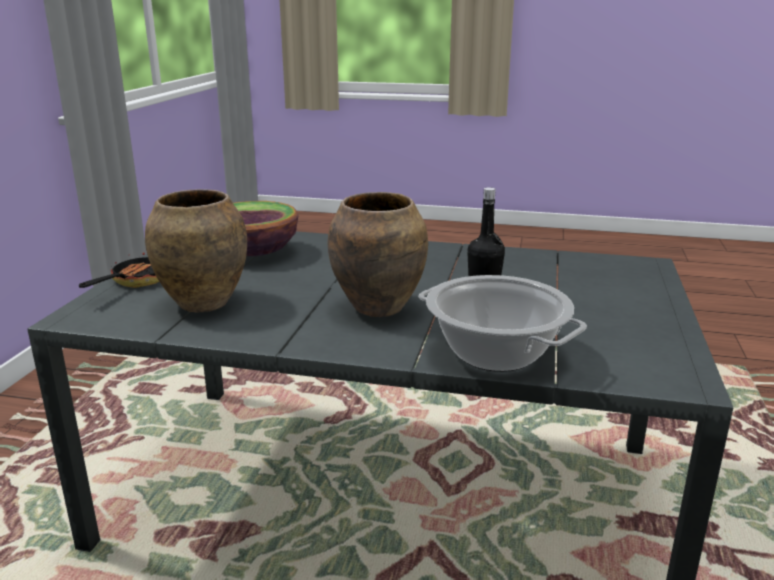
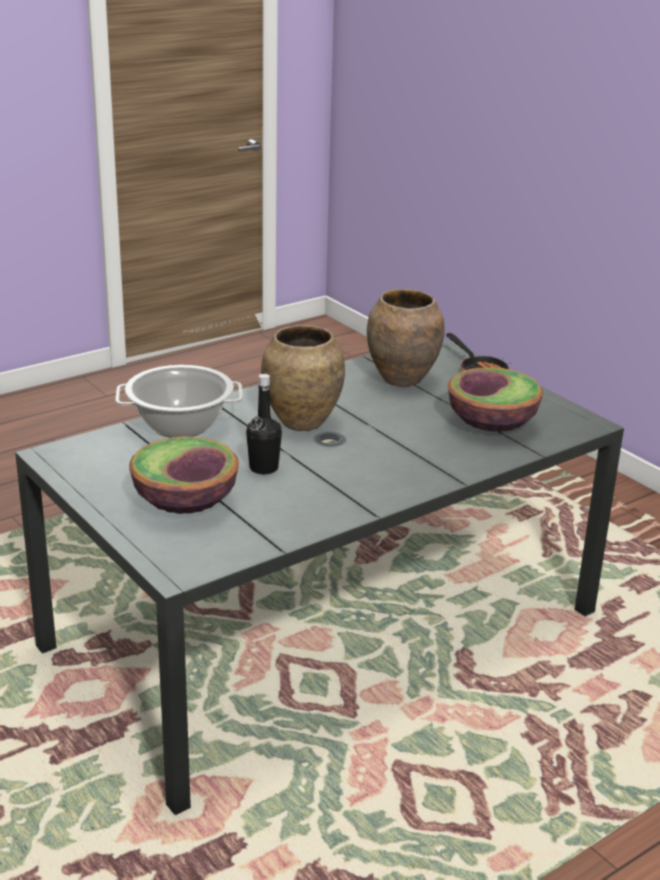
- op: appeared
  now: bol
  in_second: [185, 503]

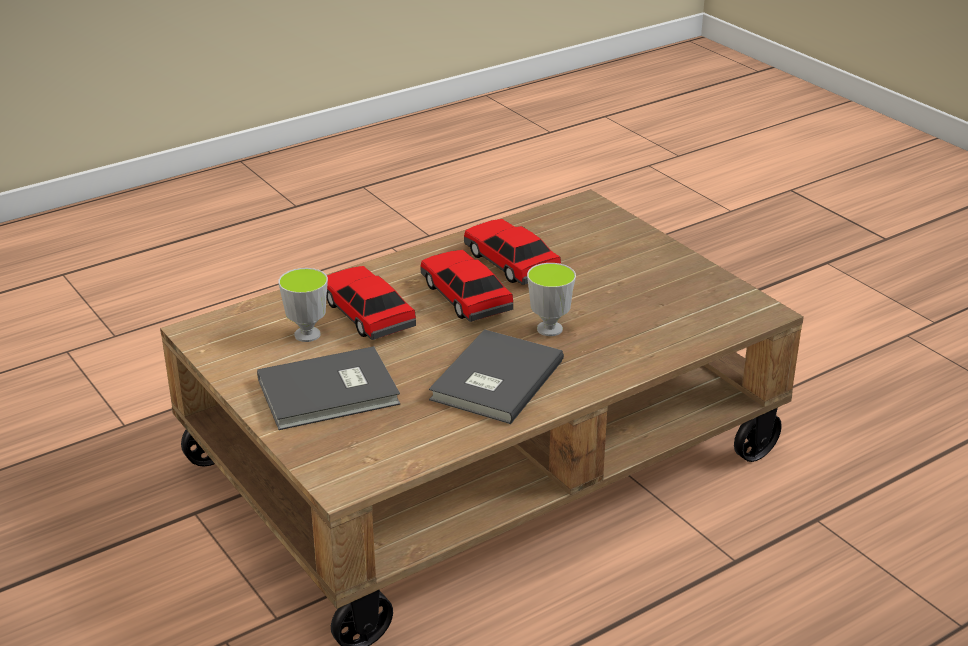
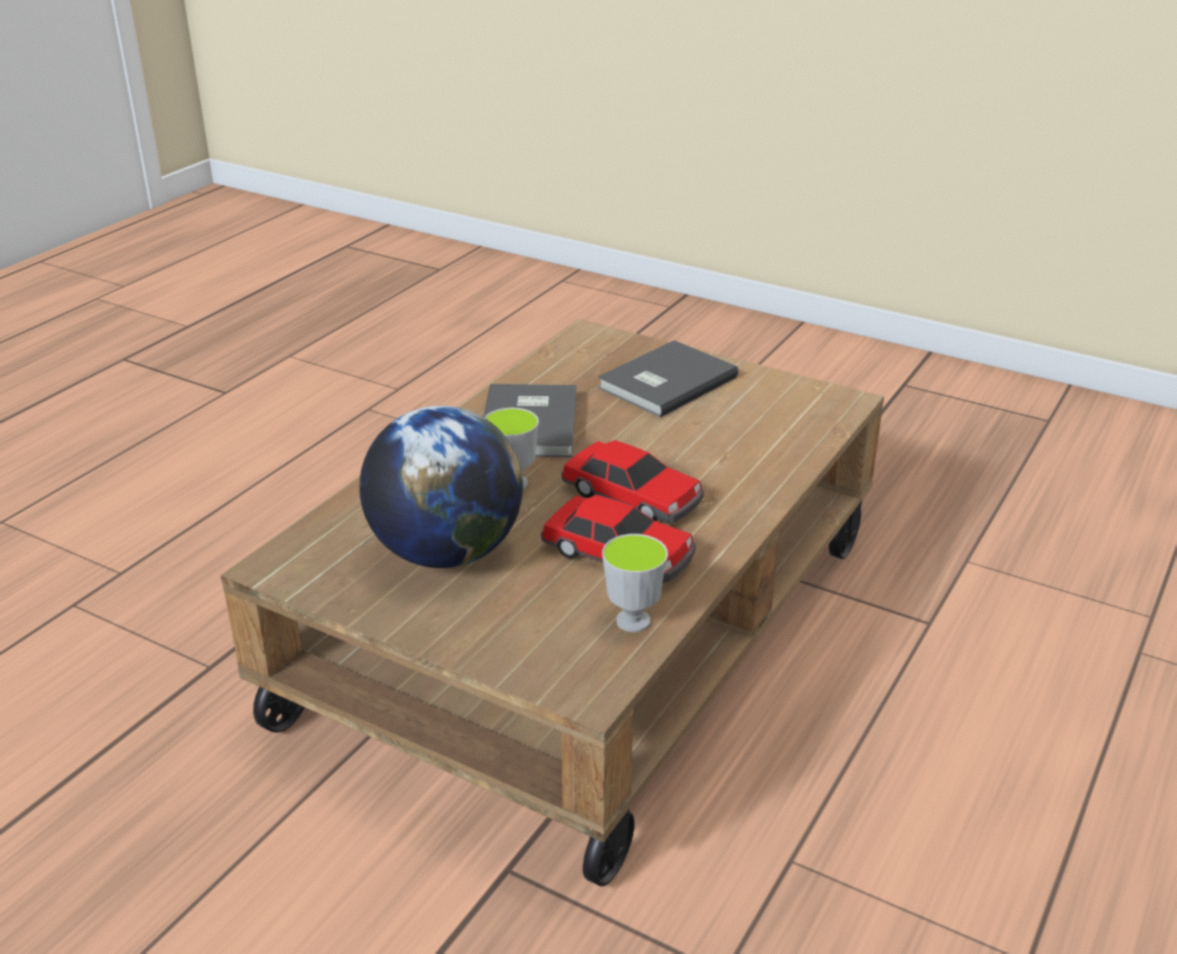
- op: missing
  was: petite voiture
  in_first: [366, 313]
- op: appeared
  now: globe
  in_second: [446, 553]
- op: relocated
  was: tasse
  in_first: [307, 335]
  in_second: [633, 621]

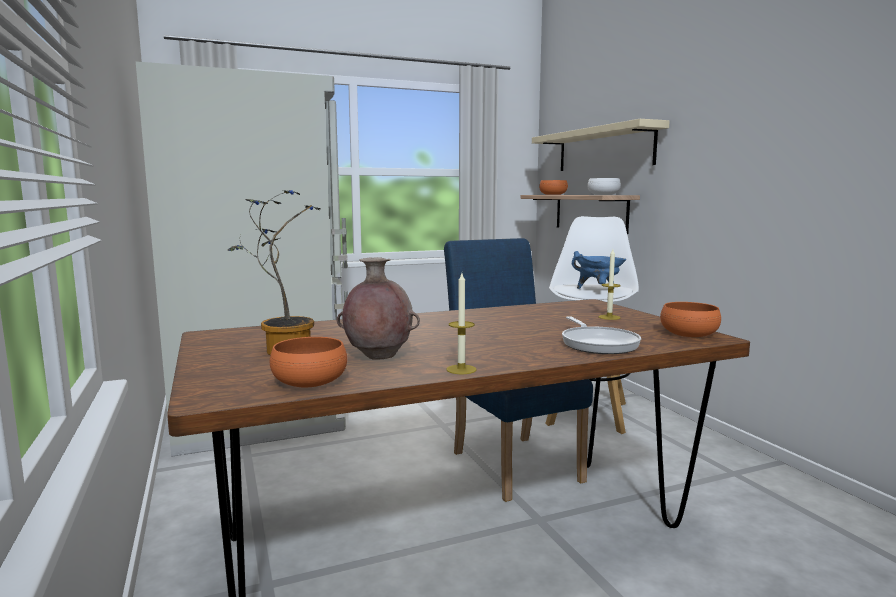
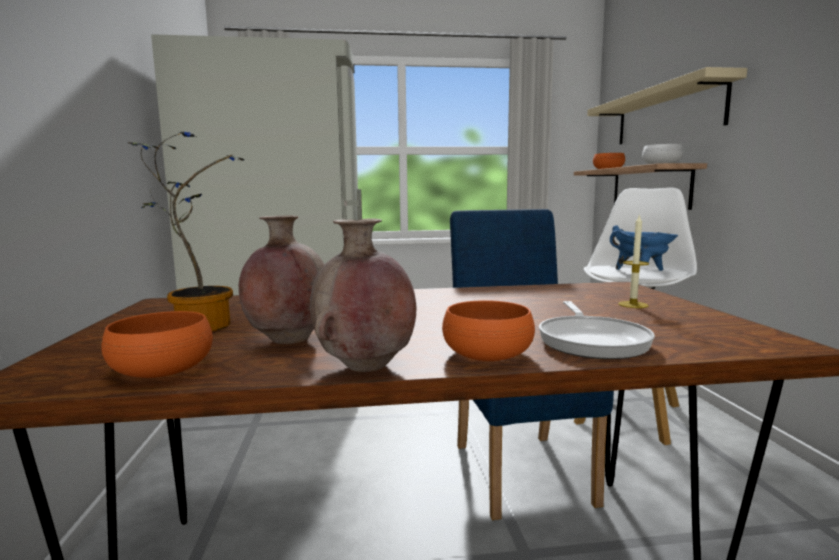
- op: relocated
  was: bol (orange)
  in_first: [689, 334]
  in_second: [487, 353]
- op: exchanged
  was: bougie
  now: vase (marron)
  in_first: [461, 369]
  in_second: [365, 367]

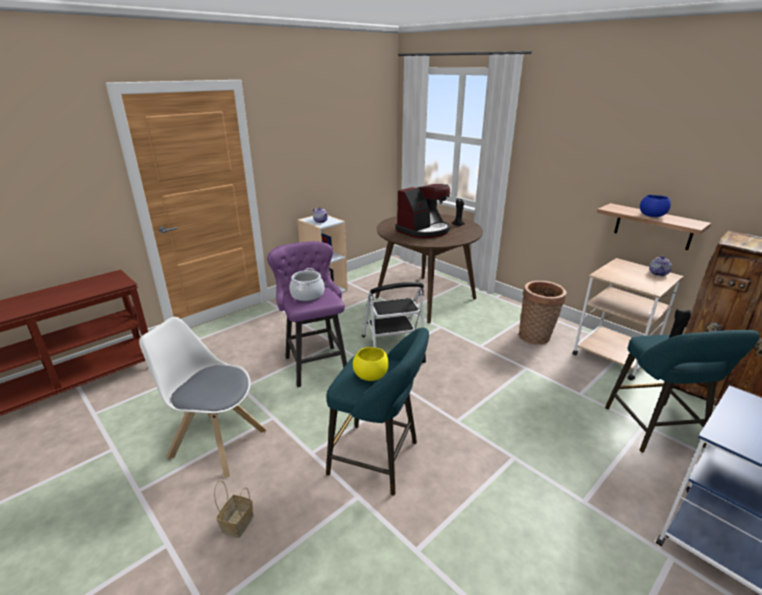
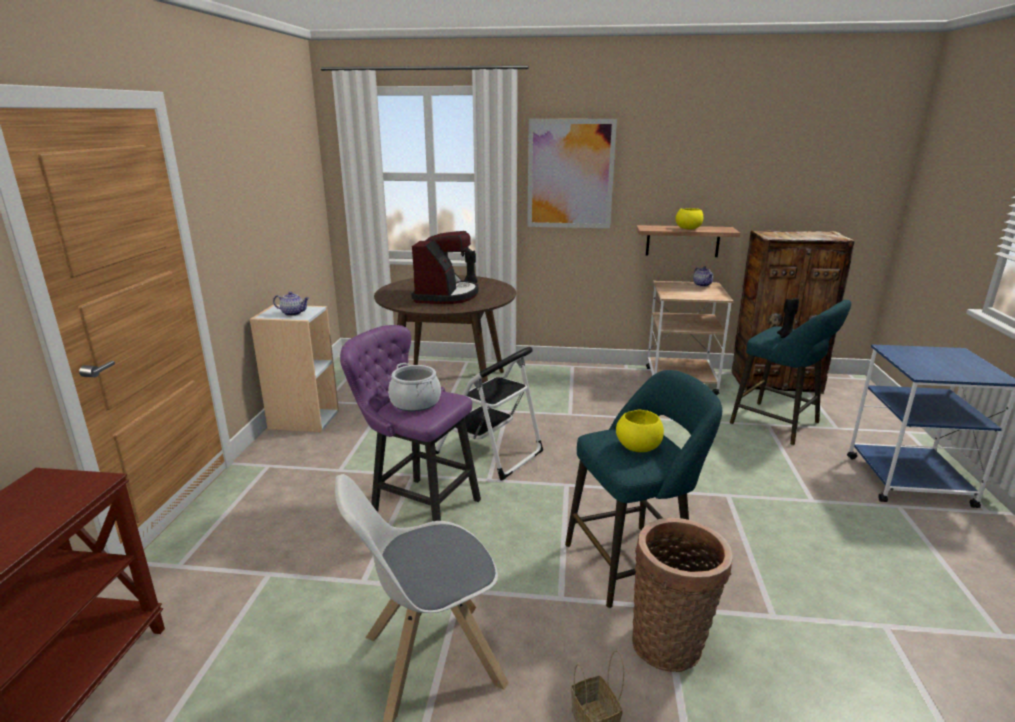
- op: appeared
  now: tableau
  in_second: [570, 174]
- op: relocated
  was: panier
  in_first: [536, 337]
  in_second: [671, 643]
- op: colour
  was: bol (bleu)
  now: bol (jaune)
  in_first: [652, 216]
  in_second: [688, 228]

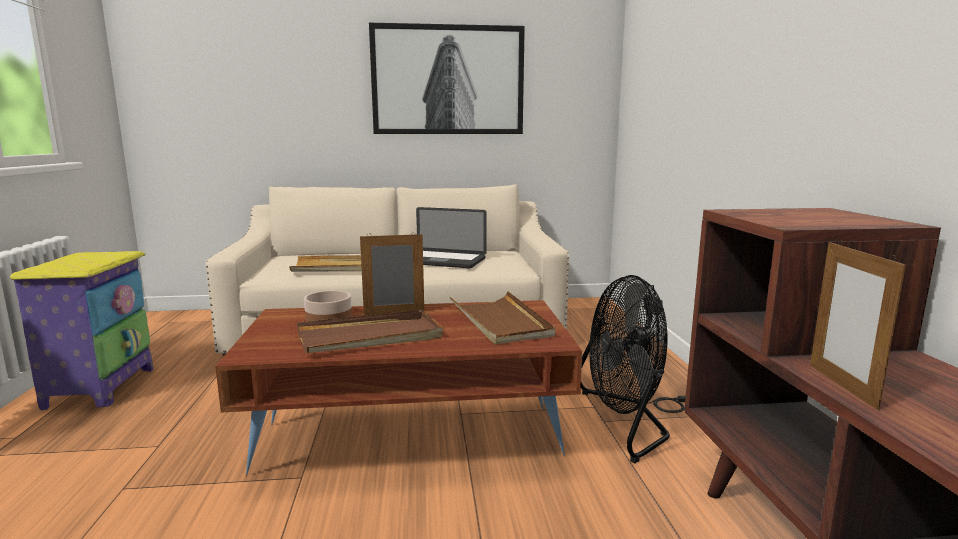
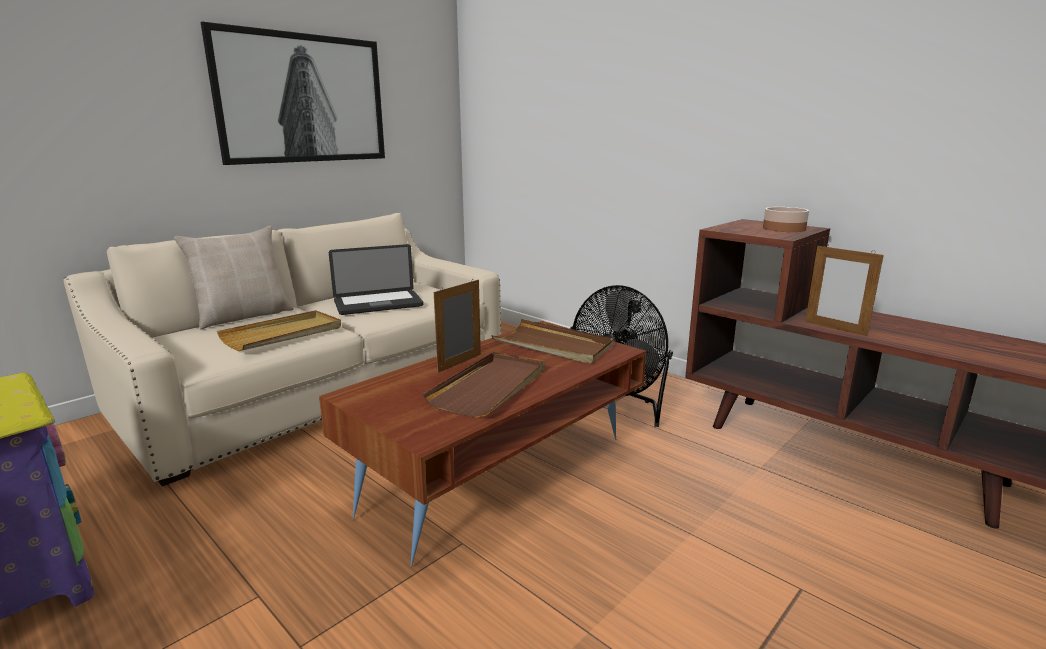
- op: appeared
  now: coussin (beige)
  in_second: [244, 316]
- op: relocated
  was: bol
  in_first: [329, 317]
  in_second: [784, 228]

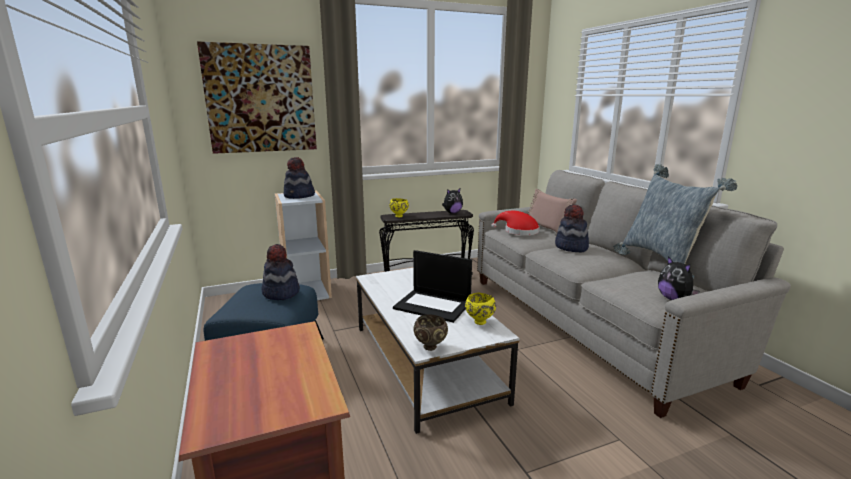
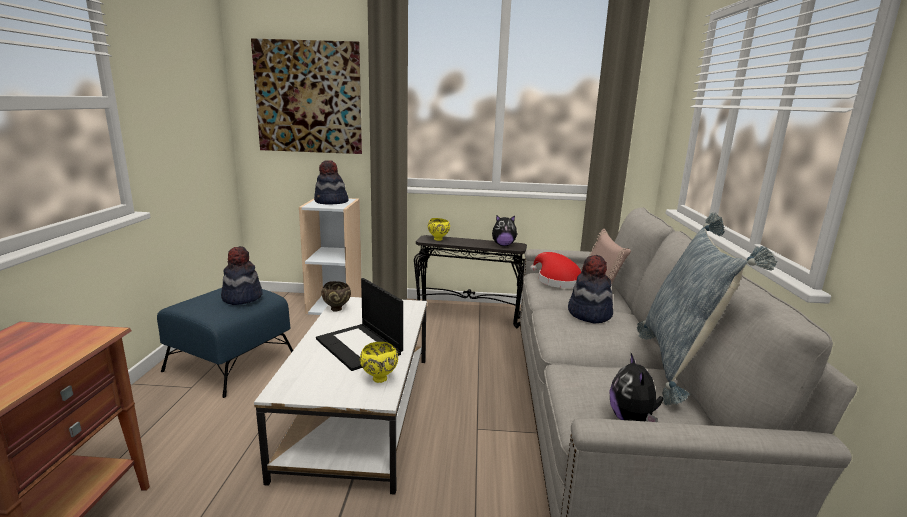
- op: relocated
  was: bol (marron)
  in_first: [431, 347]
  in_second: [337, 309]

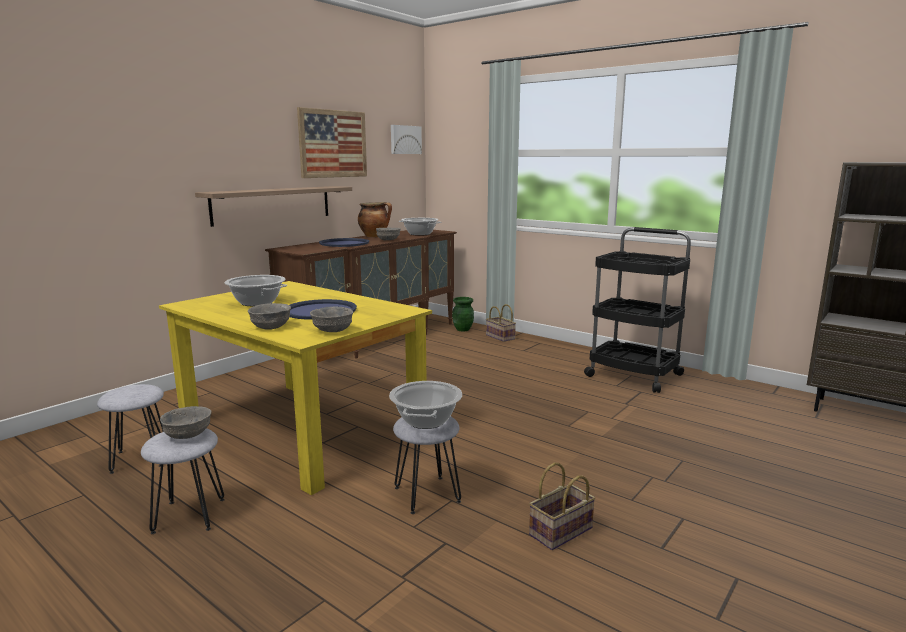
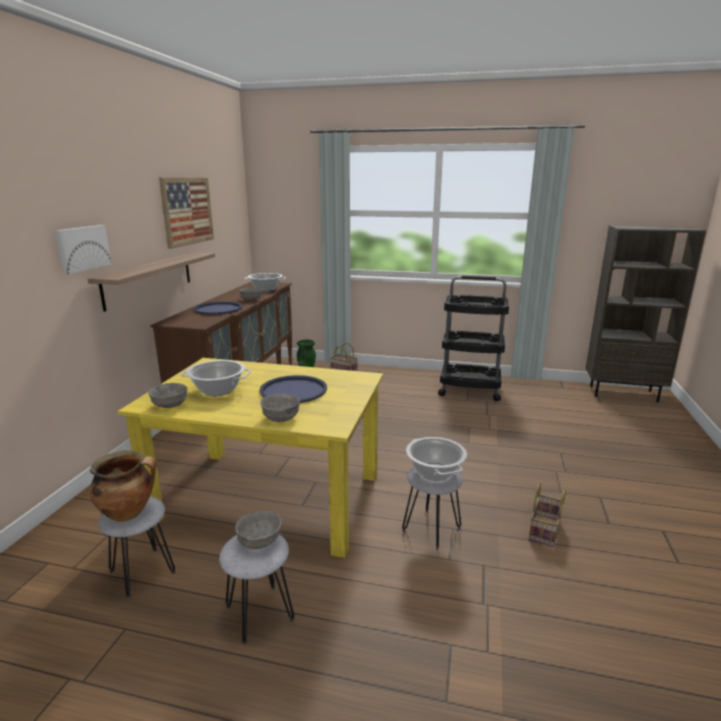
- op: relocated
  was: bol (gris)
  in_first: [332, 331]
  in_second: [169, 405]
- op: relocated
  was: marmite
  in_first: [375, 236]
  in_second: [129, 513]
- op: relocated
  was: tableau
  in_first: [405, 139]
  in_second: [82, 248]

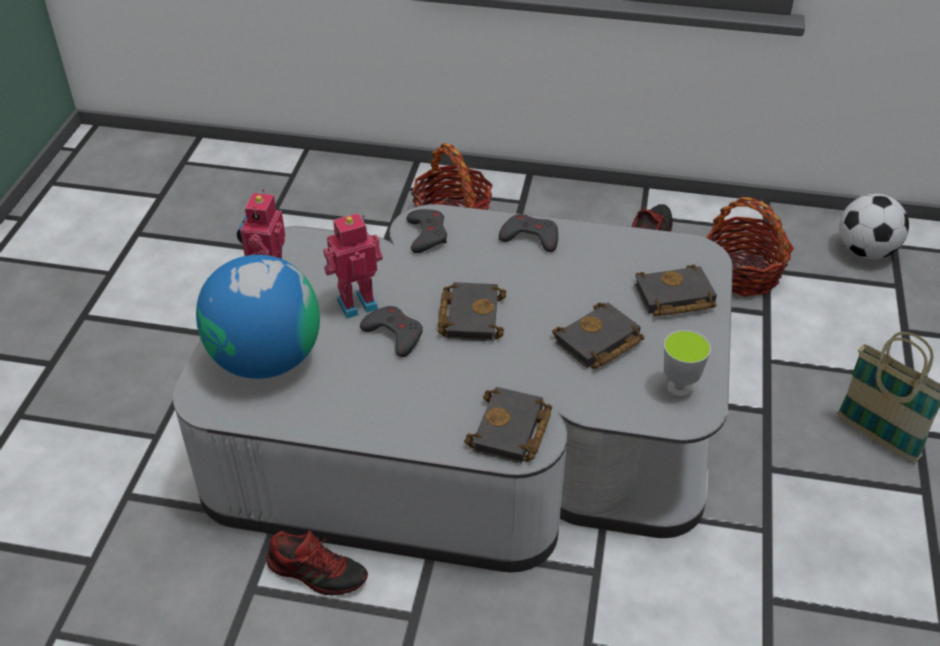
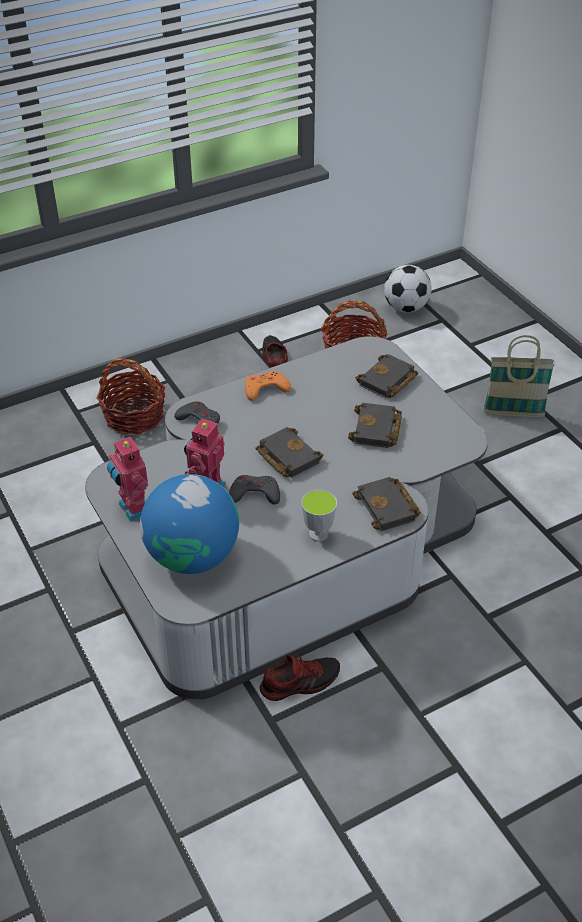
- op: relocated
  was: tasse
  in_first: [679, 388]
  in_second: [318, 534]
- op: colour
  was: manette (gris)
  now: manette (orange)
  in_first: [530, 237]
  in_second: [265, 389]

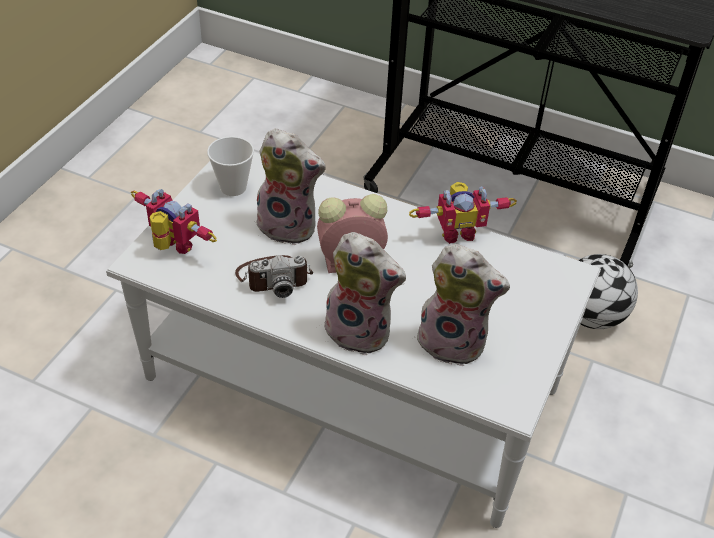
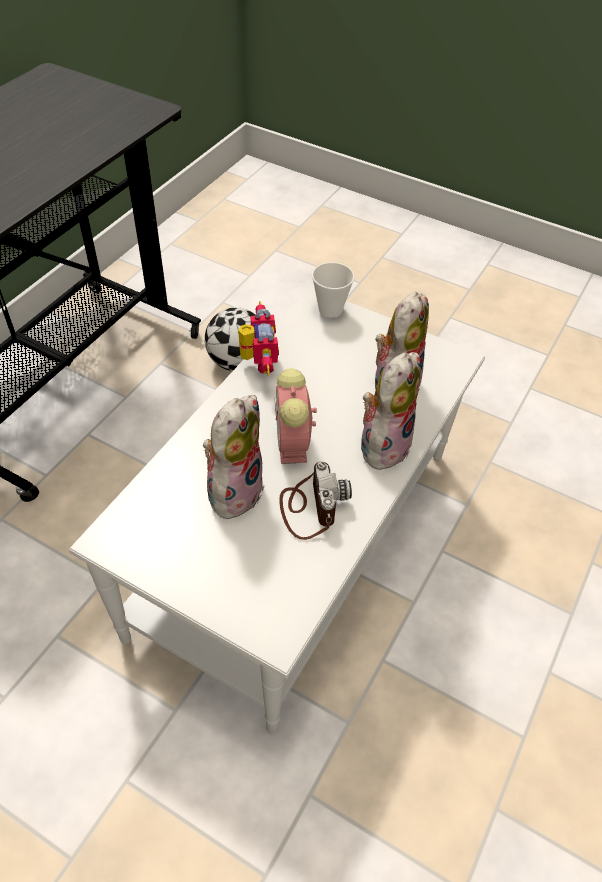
- op: missing
  was: robot jouet
  in_first: [172, 248]
- op: relocated
  was: tasse
  in_first: [233, 187]
  in_second: [330, 309]

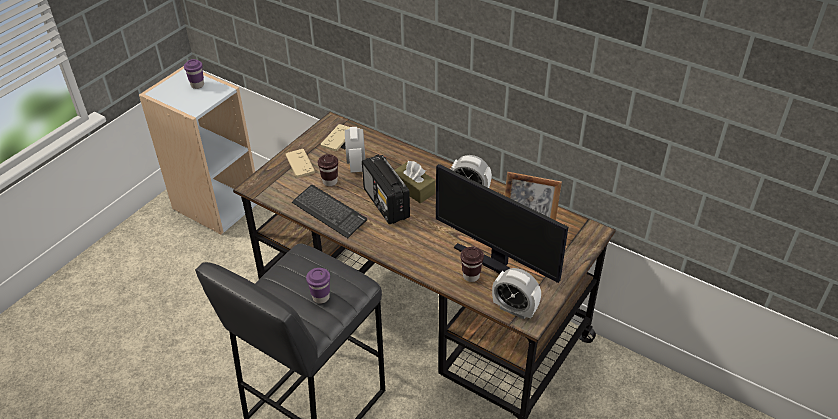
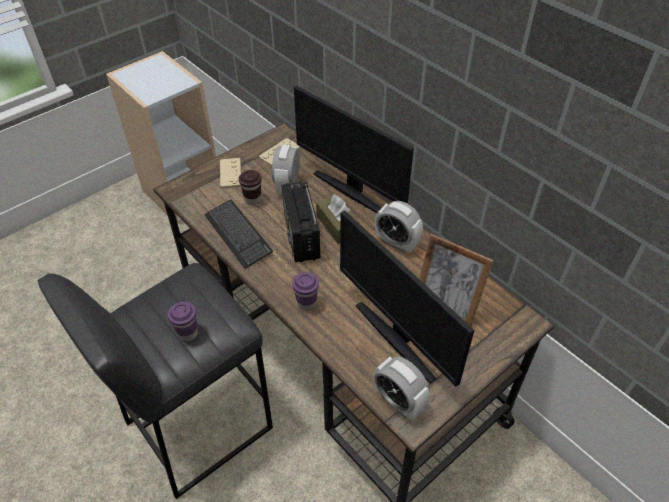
- op: missing
  was: tasse (marron)
  in_first: [471, 276]
- op: appeared
  now: écran d'ordinateur
  in_second: [351, 191]
- op: relocated
  was: tasse (violet)
  in_first: [197, 85]
  in_second: [306, 303]

